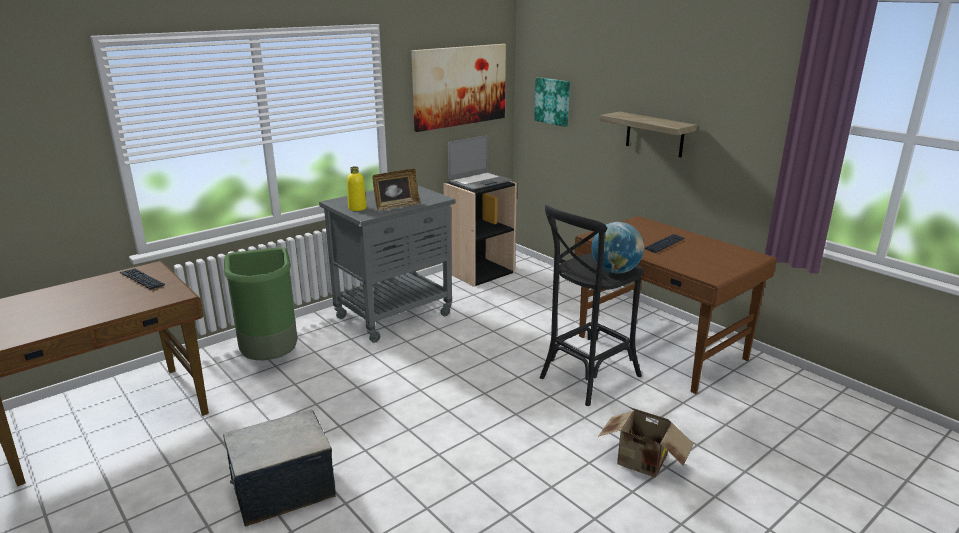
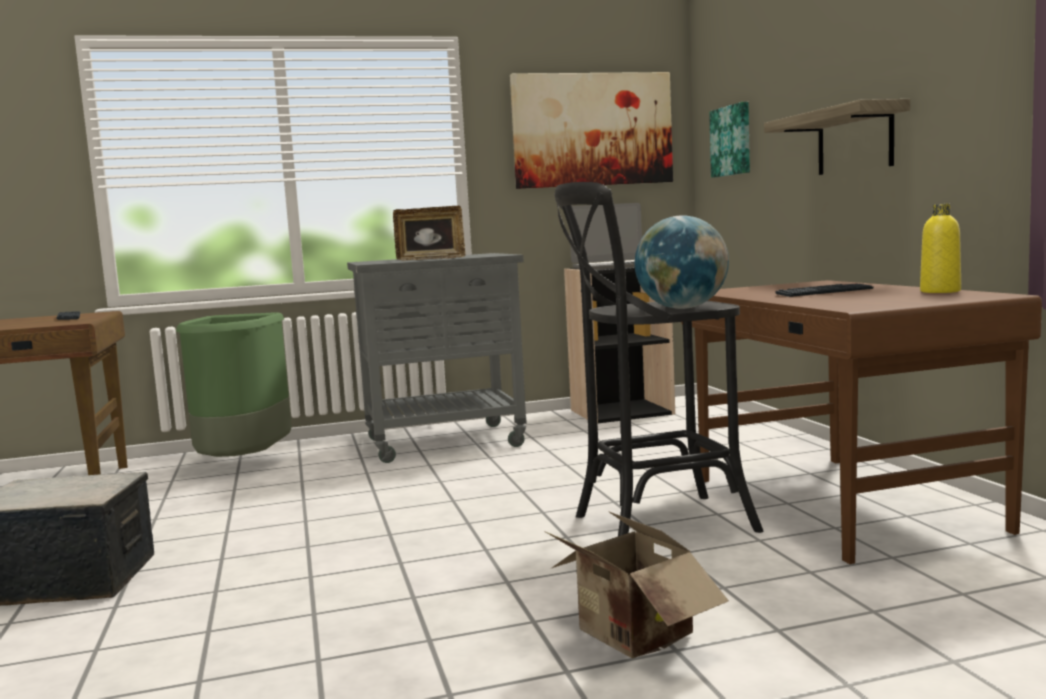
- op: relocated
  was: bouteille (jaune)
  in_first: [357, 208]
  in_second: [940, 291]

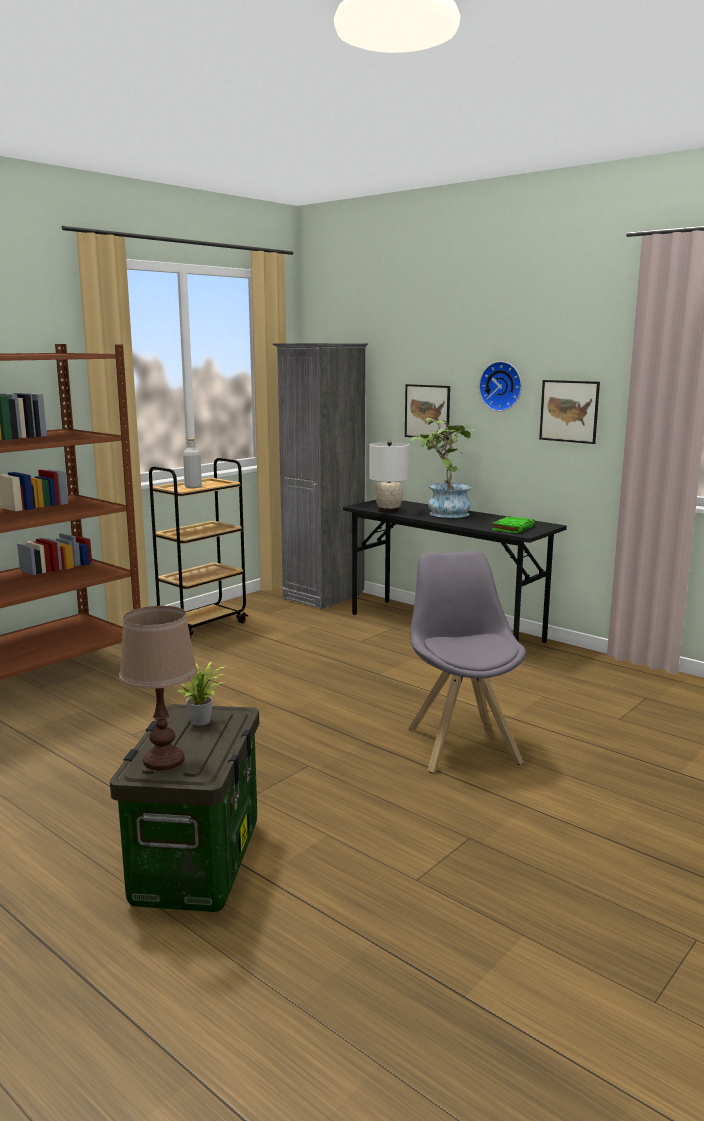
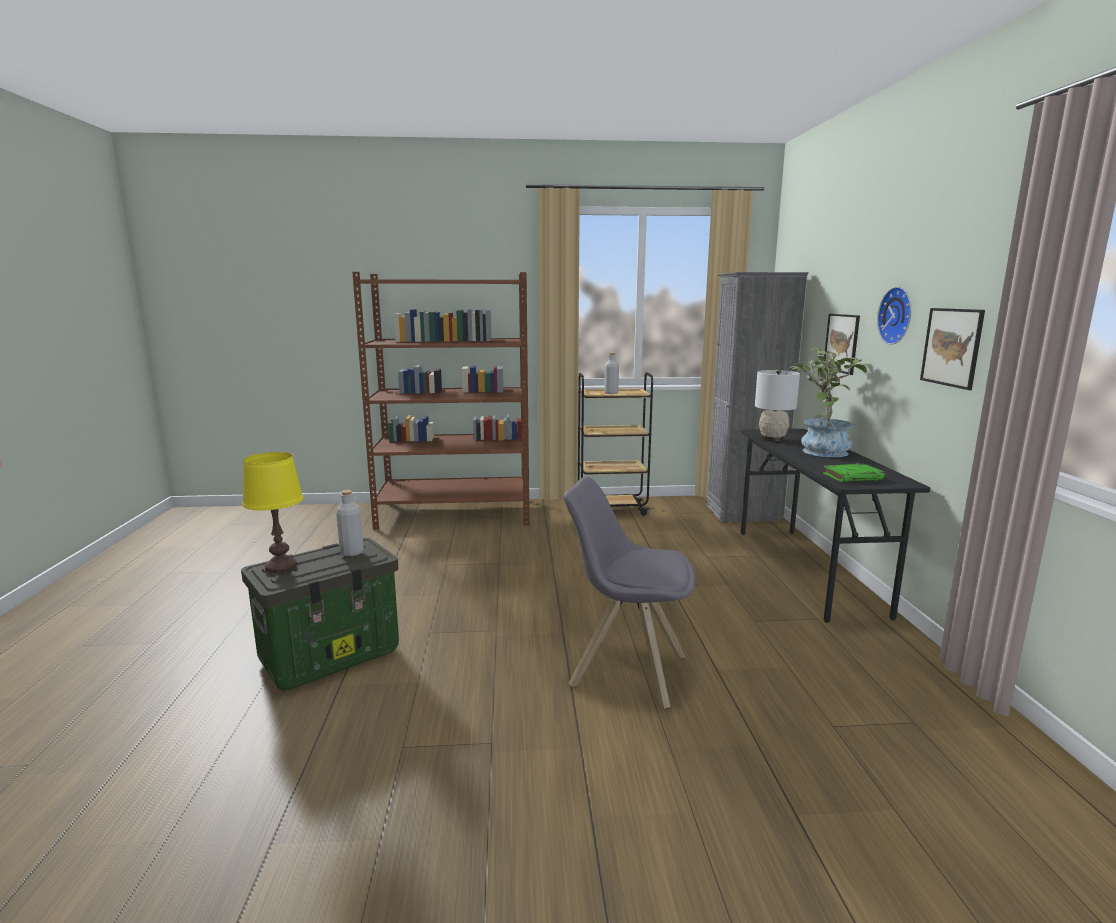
- op: exchanged
  was: plante en pot
  now: bouteille (gris)
  in_first: [202, 720]
  in_second: [352, 552]
- op: colour
  was: lampe de table (marron)
  now: lampe de table (jaune)
  in_first: [163, 760]
  in_second: [280, 566]
- op: spun
  was: chaise (gris)
  in_first: [461, 745]
  in_second: [627, 671]
  clockwise: -105

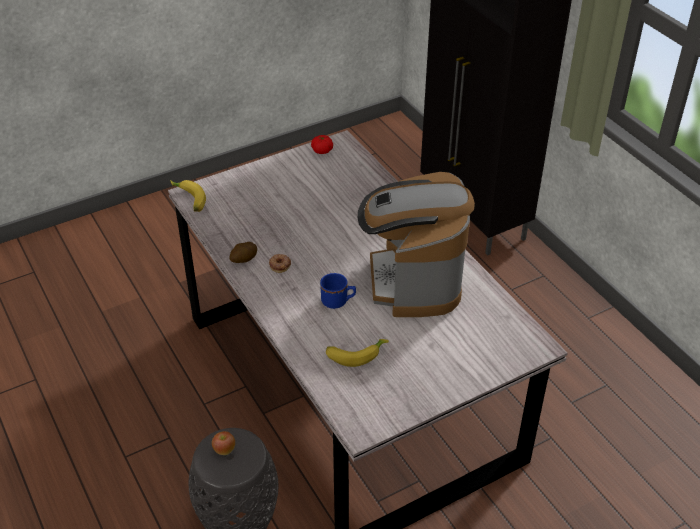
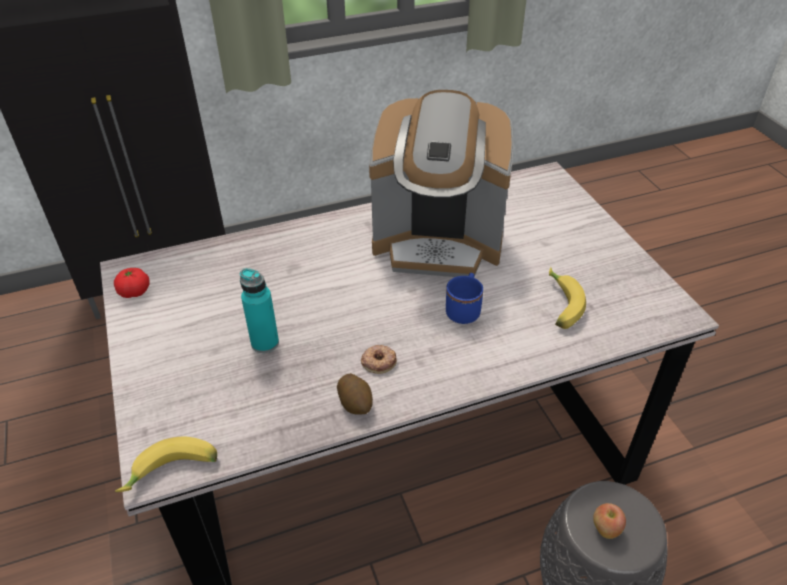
- op: appeared
  now: bouteille (turquoise)
  in_second: [265, 343]

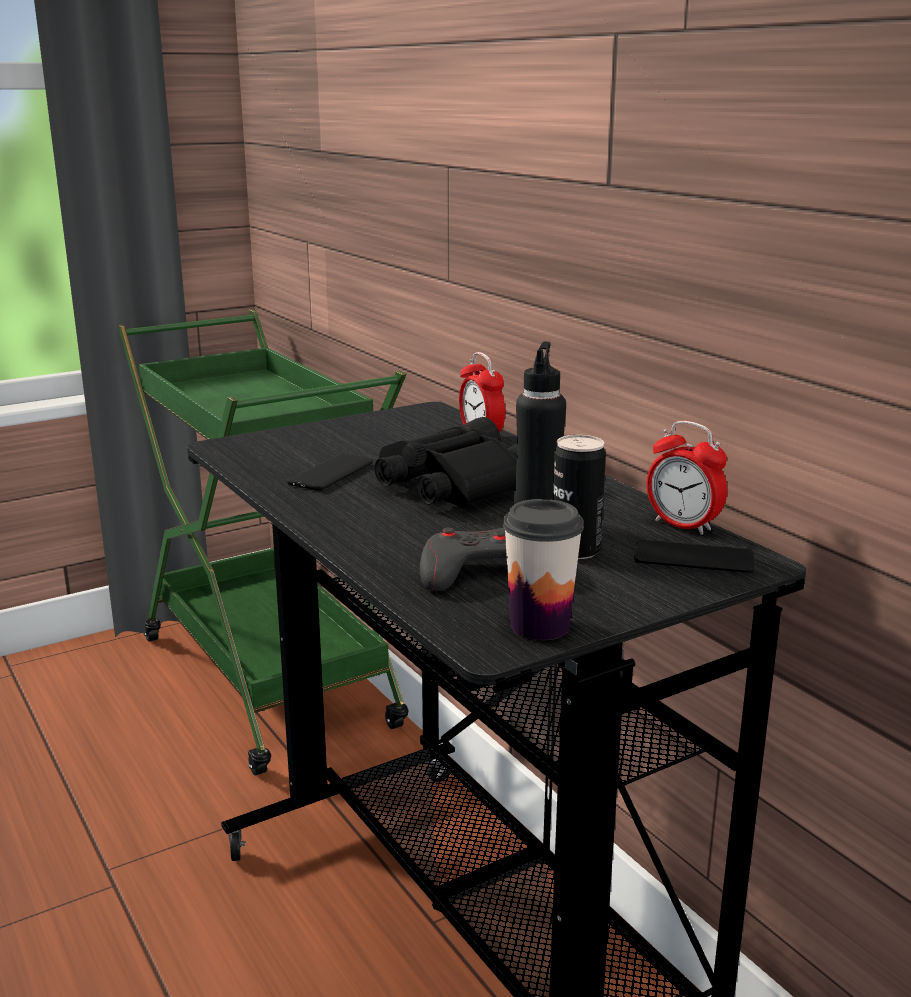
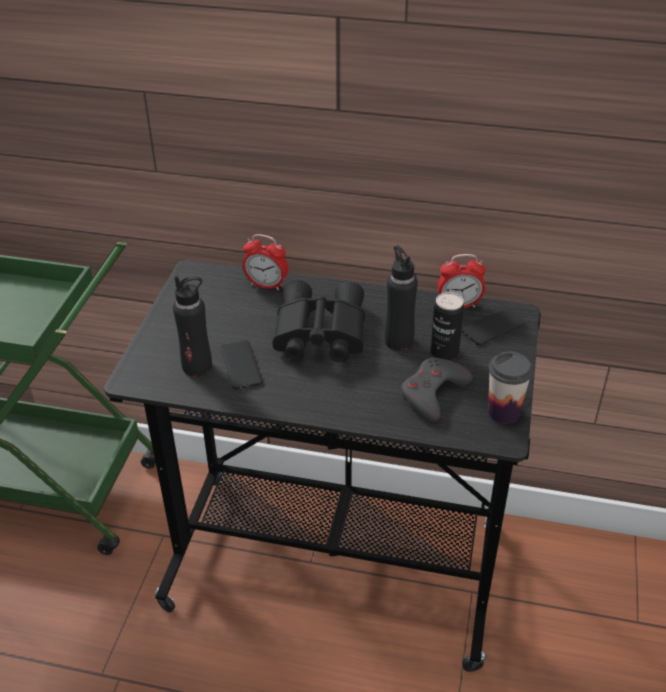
- op: appeared
  now: bouteille (noir)
  in_second: [197, 366]

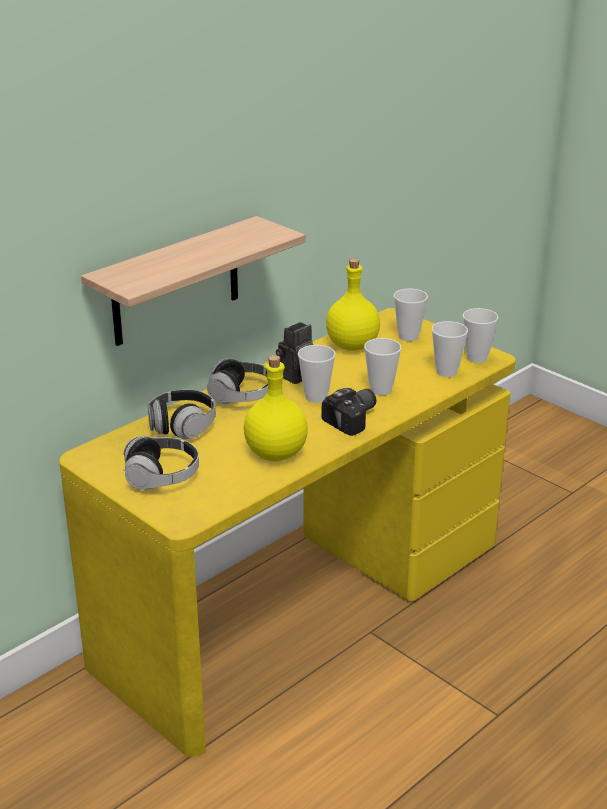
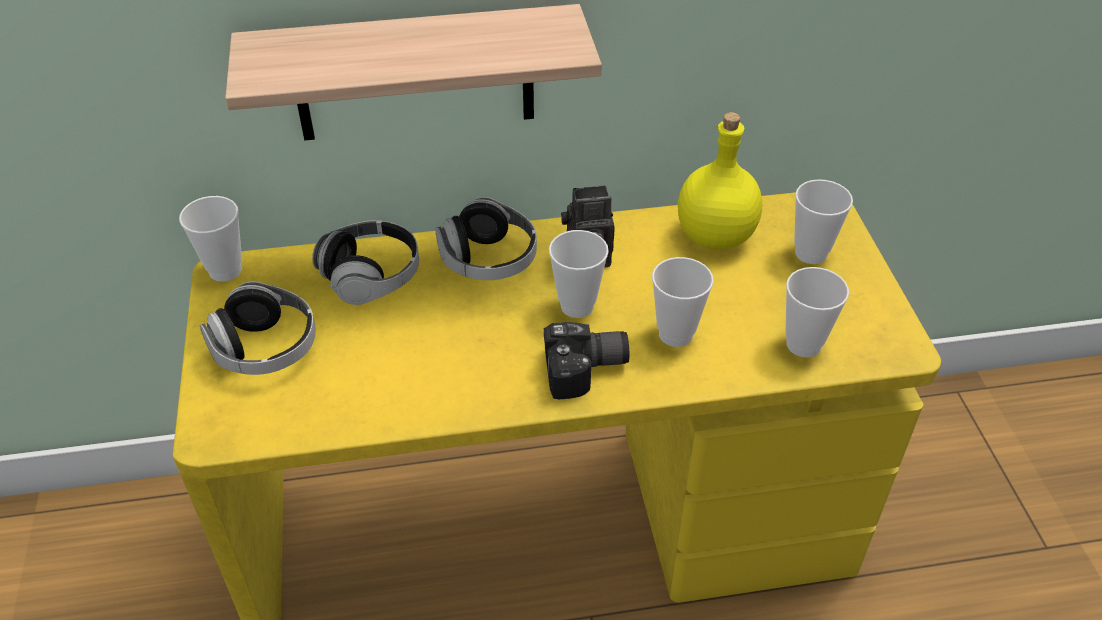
- op: missing
  was: bouteille (jaune)
  in_first: [274, 454]
- op: relocated
  was: tasse
  in_first: [476, 358]
  in_second: [225, 270]

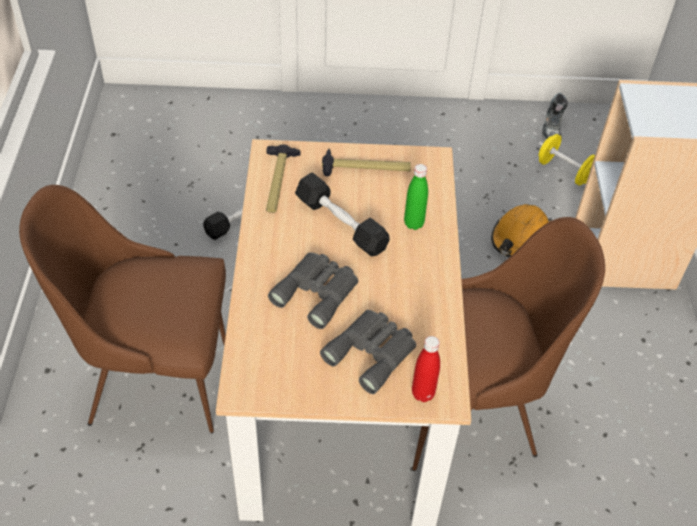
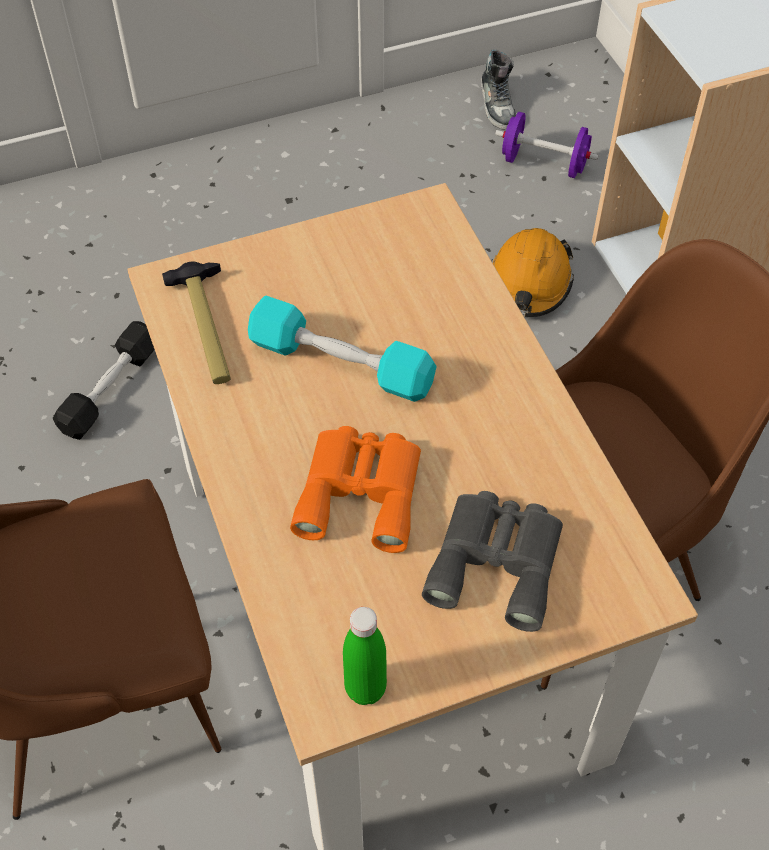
- op: missing
  was: marteau
  in_first: [366, 168]
- op: missing
  was: bouteille (rouge)
  in_first: [423, 393]
- op: relocated
  was: bouteille (vert)
  in_first: [413, 223]
  in_second: [365, 688]
- op: colour
  was: jumelles (gris)
  now: jumelles (orange)
  in_first: [318, 291]
  in_second: [362, 490]
- op: colour
  was: haltère (noir)
  now: haltère (turquoise)
  in_first: [341, 224]
  in_second: [341, 364]
- op: colour
  was: haltère (jaune)
  now: haltère (violet)
  in_first: [564, 171]
  in_second: [543, 163]

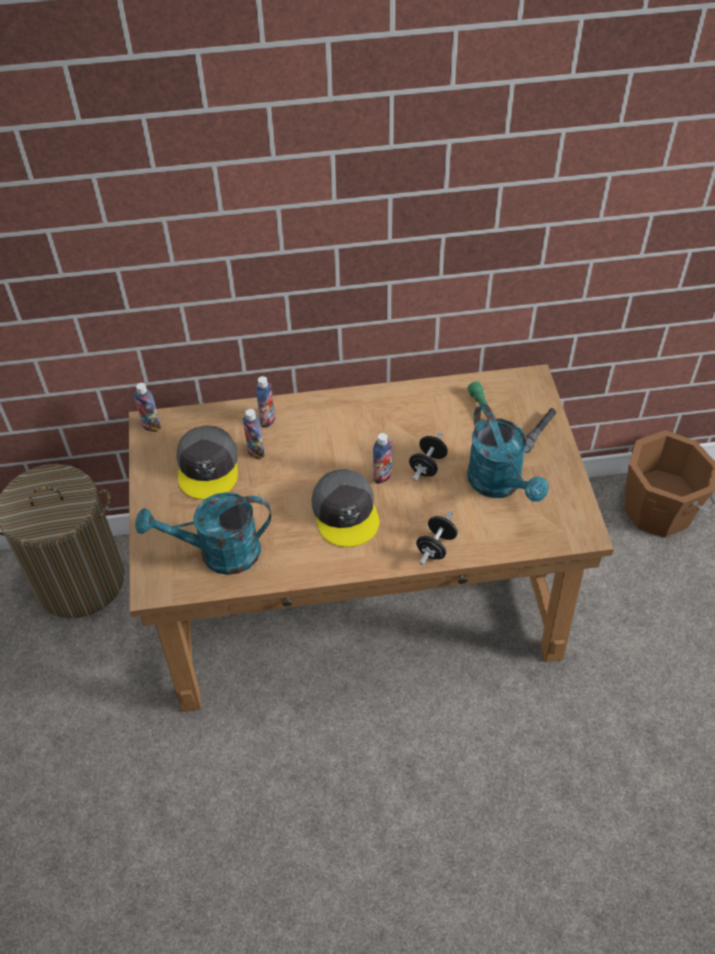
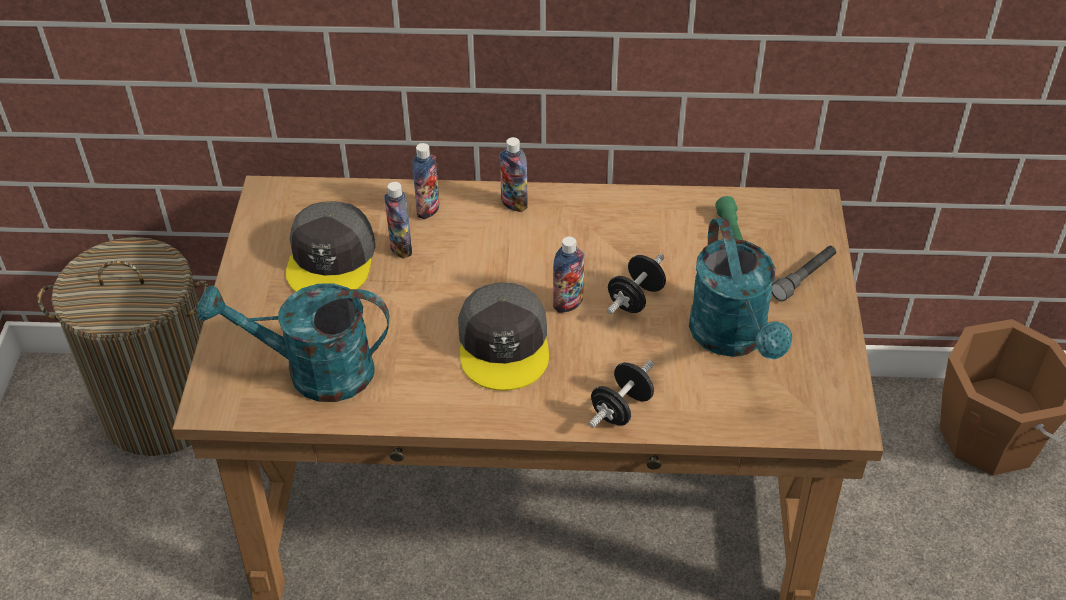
- op: relocated
  was: bouteille
  in_first: [151, 426]
  in_second: [514, 203]

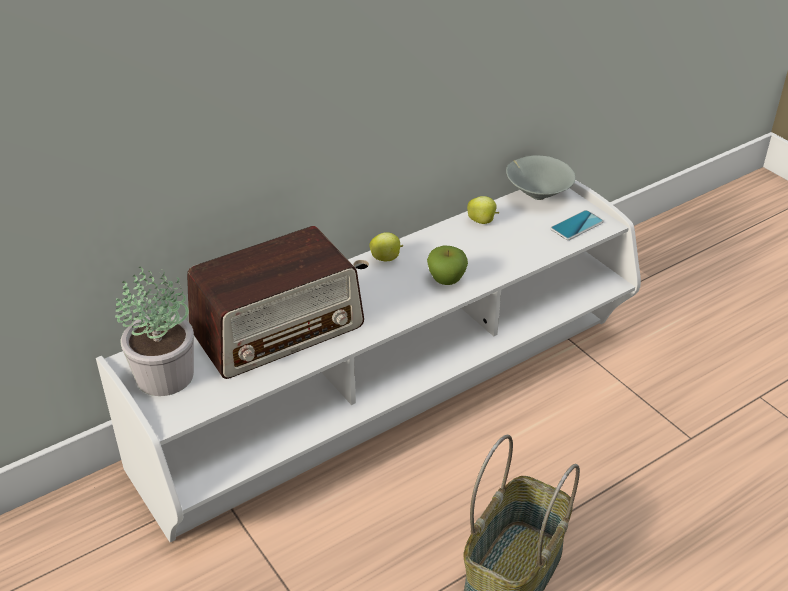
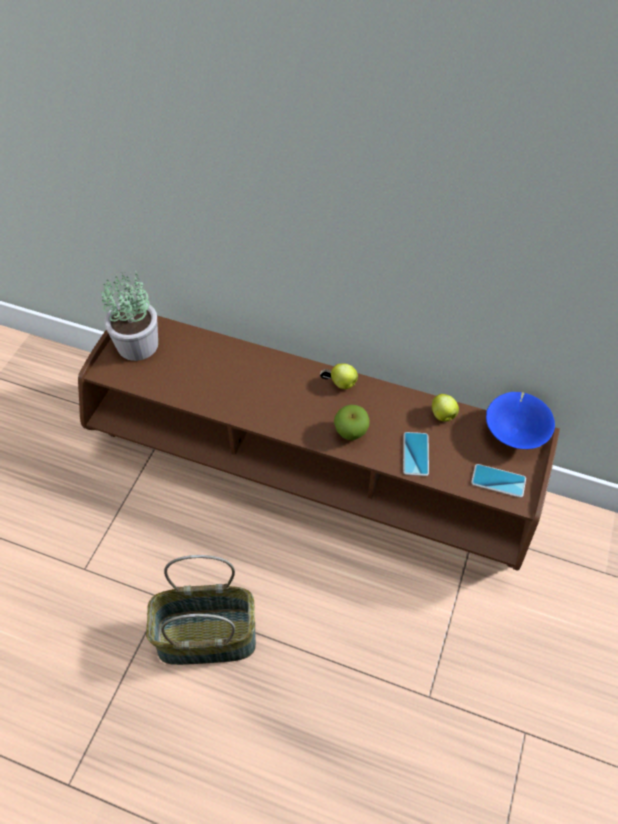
- op: missing
  was: radio
  in_first: [278, 329]
- op: appeared
  now: téléphone
  in_second: [415, 454]
- op: colour
  was: meuble télé (blanc)
  now: meuble télé (marron)
  in_first: [394, 400]
  in_second: [310, 477]
- op: colour
  was: bol (gris)
  now: bol (bleu)
  in_first: [536, 195]
  in_second: [515, 432]

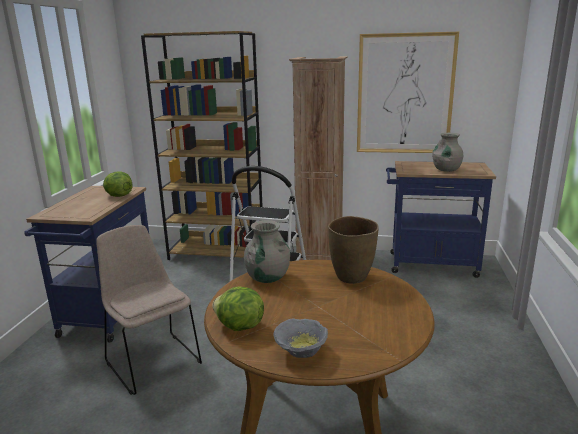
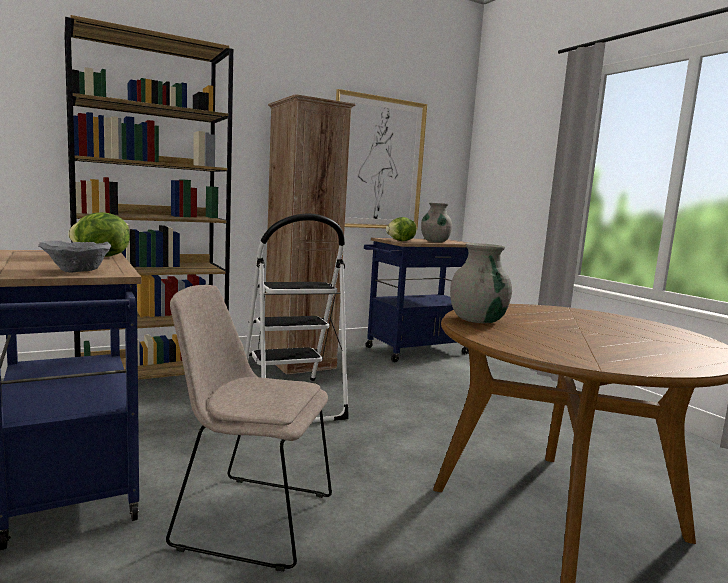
- op: missing
  was: vase (marron)
  in_first: [352, 277]
- op: relocated
  was: laitue
  in_first: [239, 327]
  in_second: [401, 241]
- op: relocated
  was: bol (gris)
  in_first: [300, 351]
  in_second: [76, 271]

